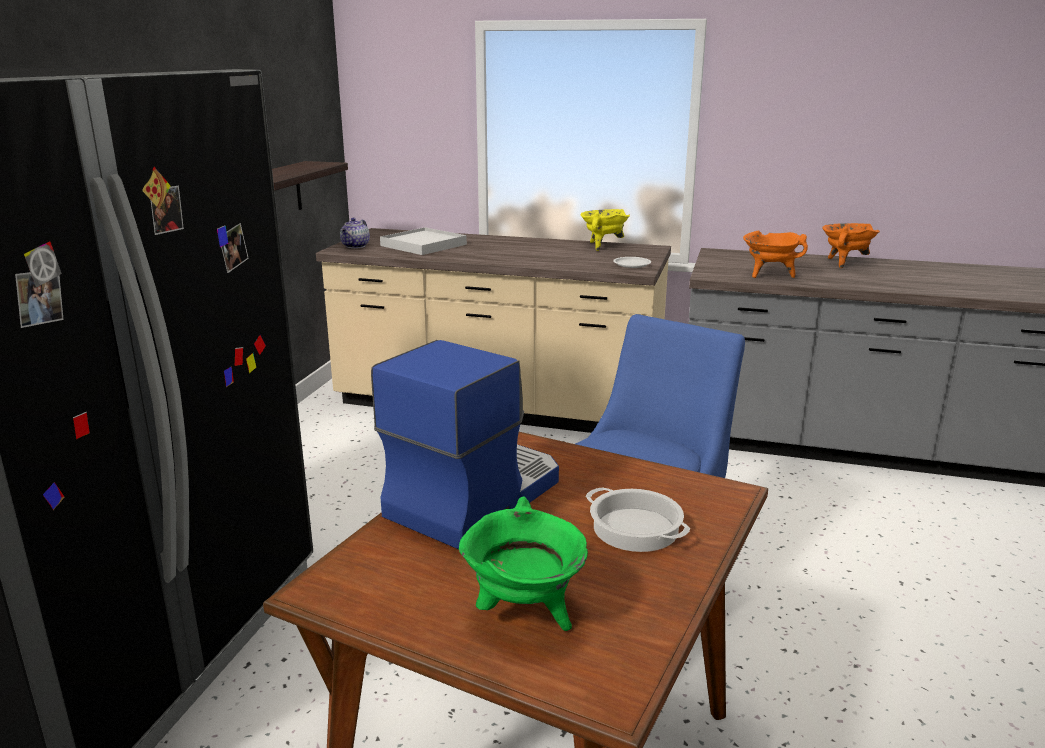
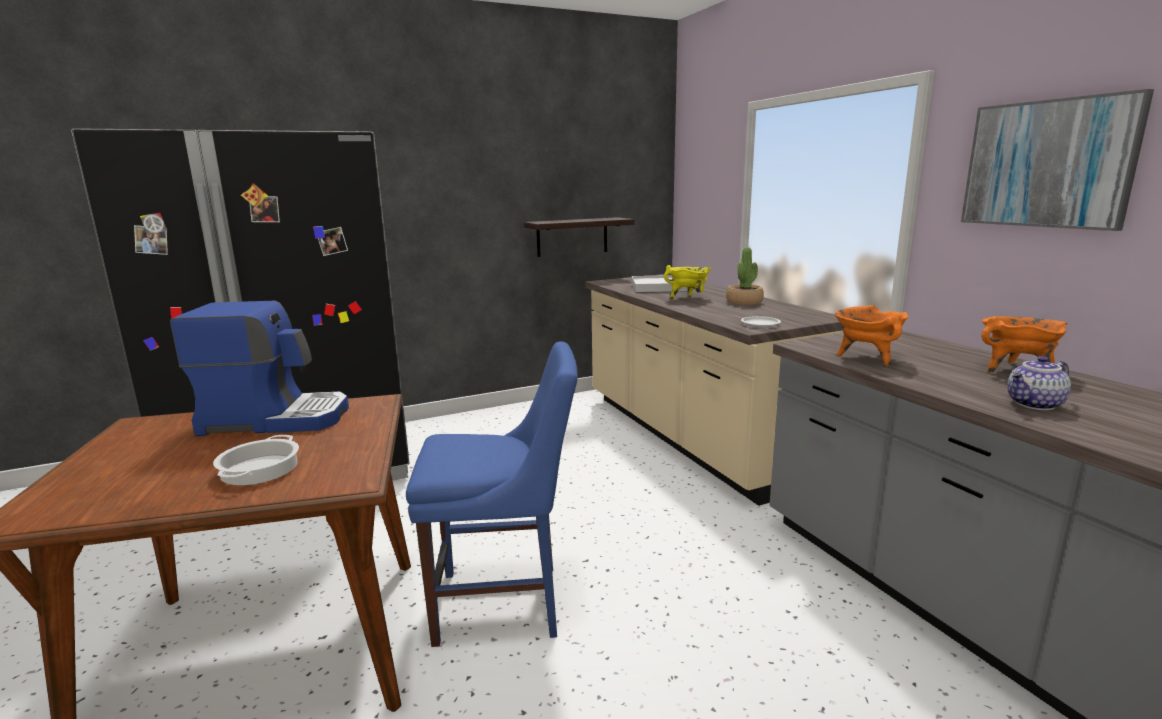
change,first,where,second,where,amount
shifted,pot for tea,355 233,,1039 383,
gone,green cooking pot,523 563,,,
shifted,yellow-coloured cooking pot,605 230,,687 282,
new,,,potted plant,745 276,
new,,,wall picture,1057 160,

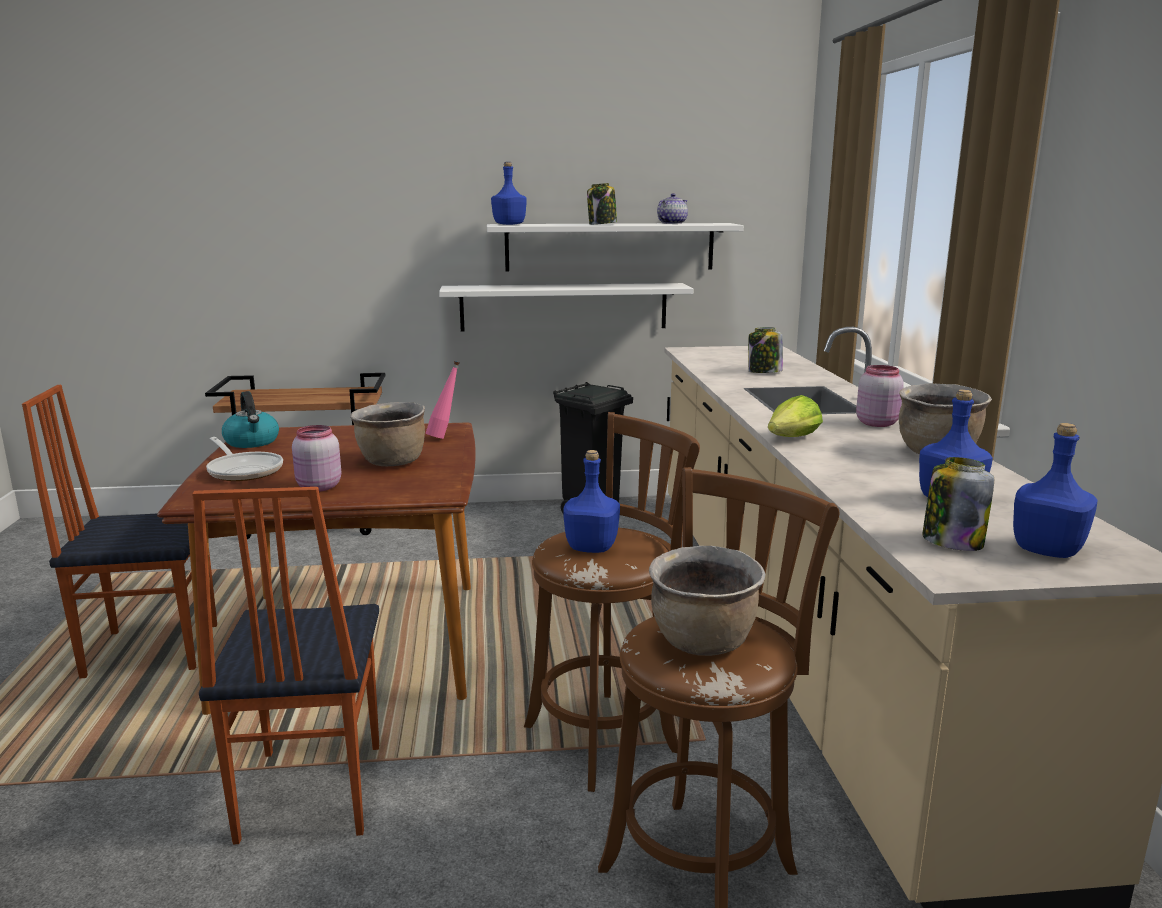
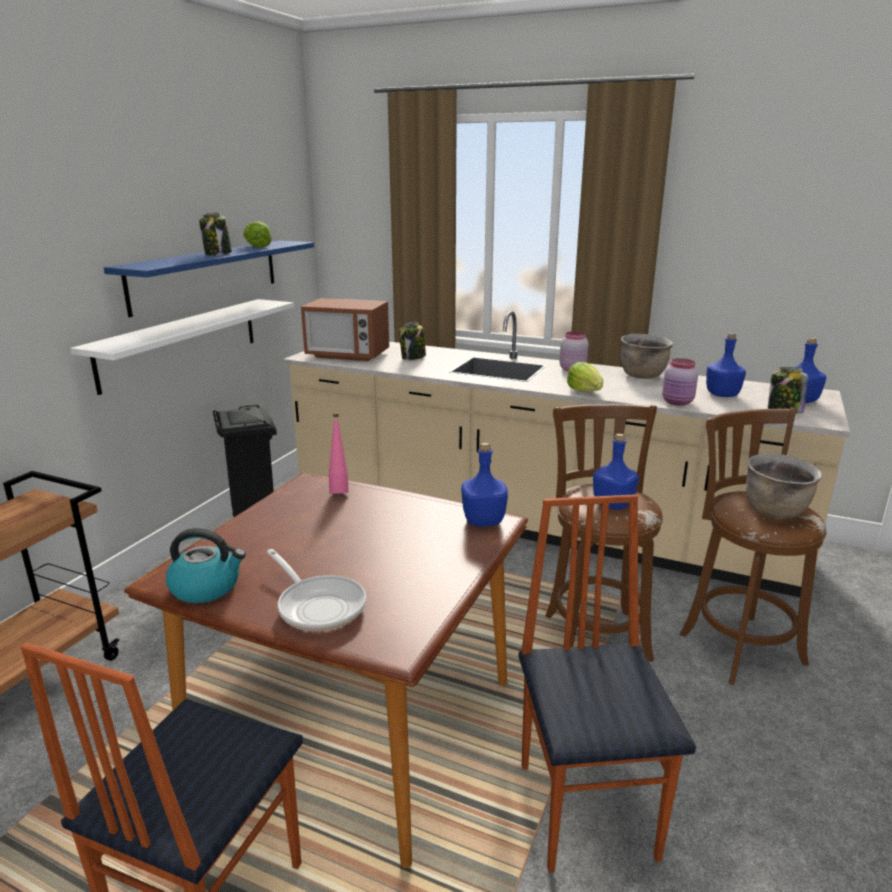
change,first,where,second,where,amount
rotated,plain chair,285 666,,607 683,120 degrees counterclockwise
rotated,frying pan,244 459,,316 590,60 degrees clockwise
shifted,pink jar,316 458,,680 382,
gone,brown-coloured cooking pot,387 434,,,
repainted,white wall shelf,615 247,blue wall shelf,209 279,
shifted,blue bottle,509 193,,484 484,
swapped,pot for tea,672 208,lettuce head,257 234,
new,,,microwave,345 329,

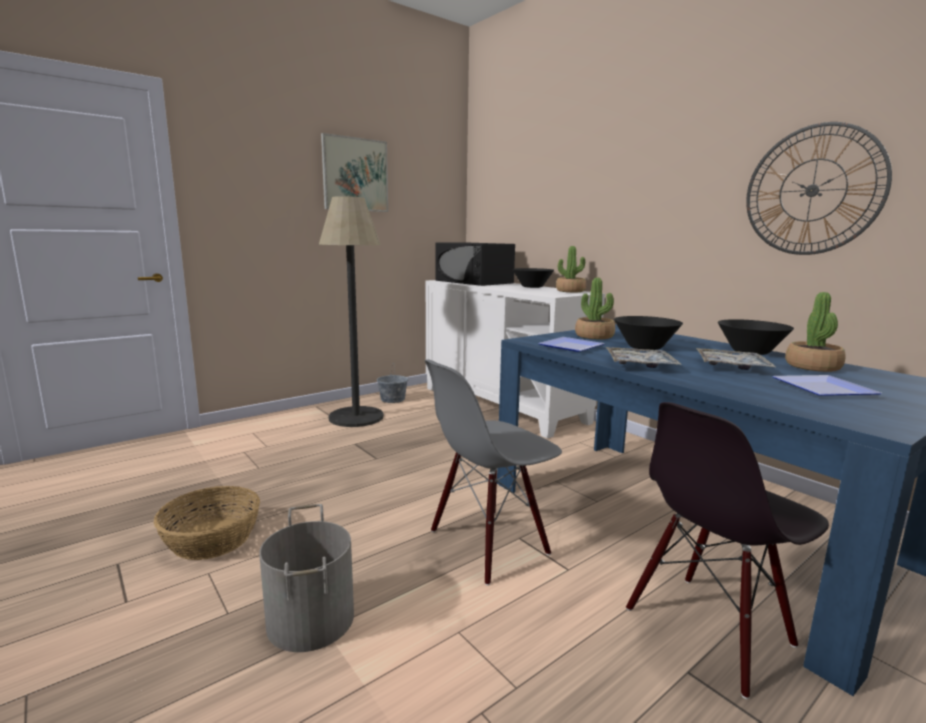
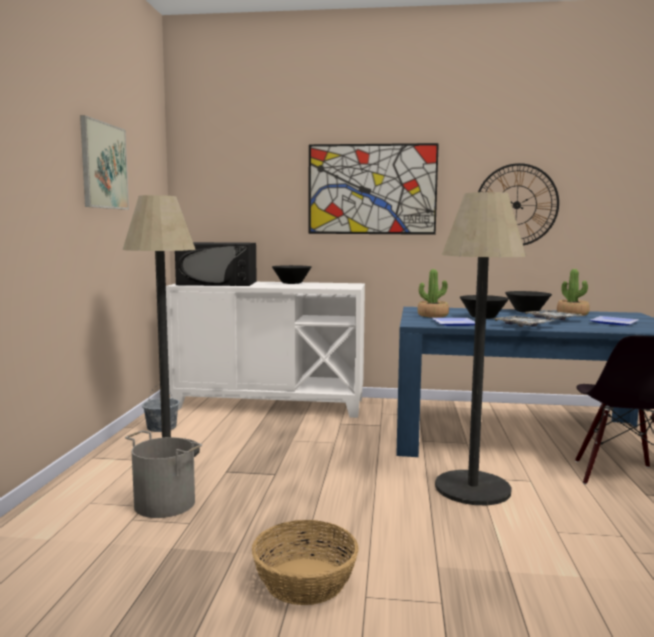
change,first,where,second,where,amount
shifted,gray bucket,306 578,,163 474,
swapped,gray plain chair,493 473,standard lamp,480 348,
gone,potted plant,571 269,,,
new,,,wall picture,374 189,

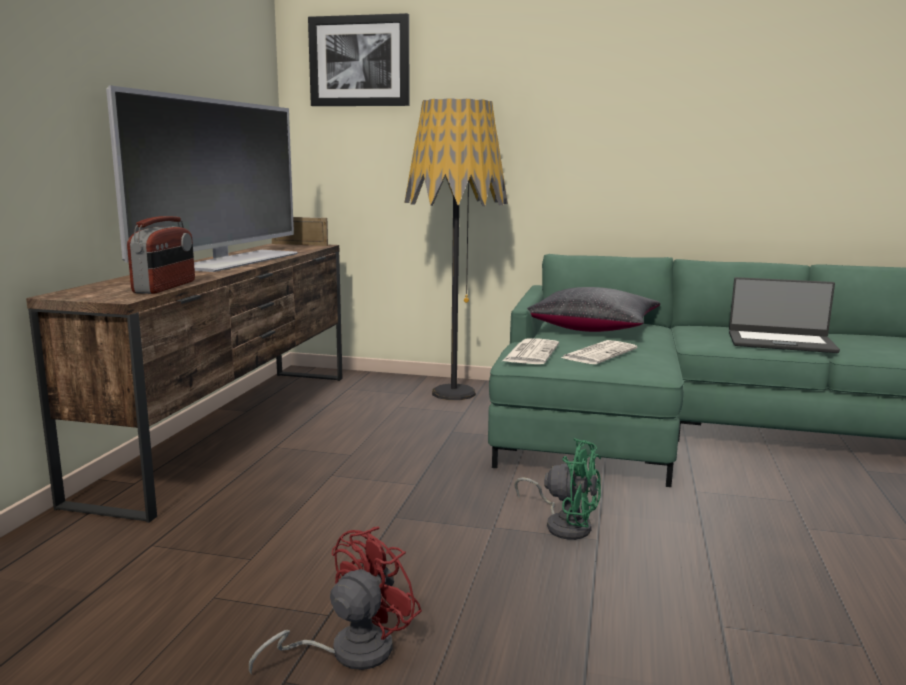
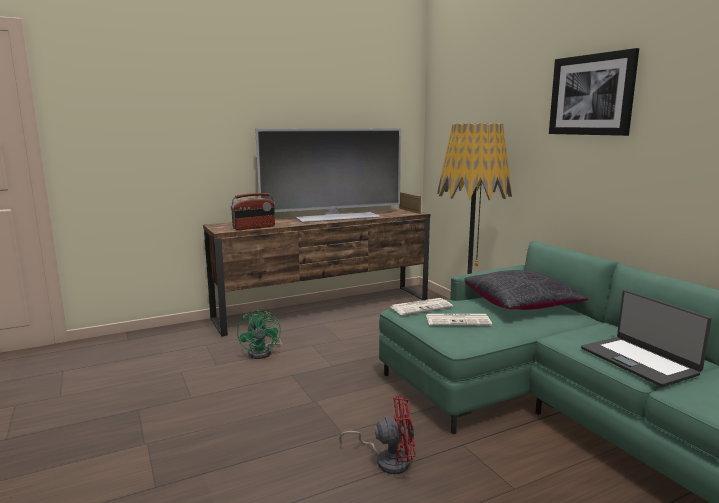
change,first,where,second,where,amount
shifted,red-coloured cooling fan,335 600,,377 435,
shifted,wall picture,358 59,,594 92,
shifted,green cooling fan,557 489,,259 333,

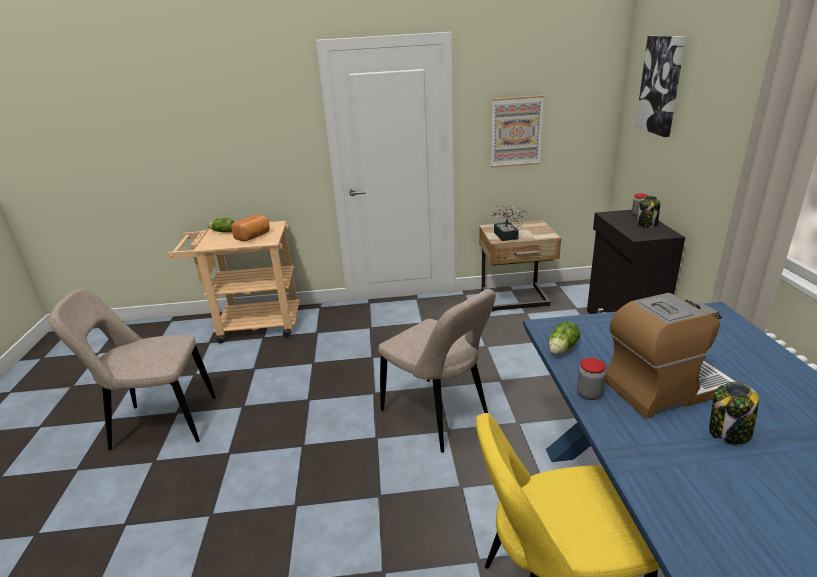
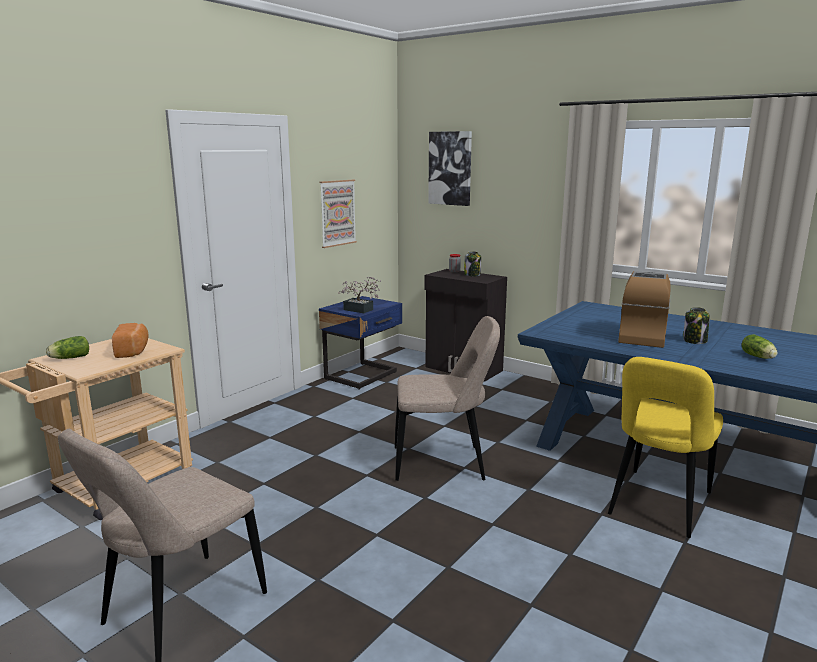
change,first,where,second,where,amount
repainted,beige-coloured night table,520 266,blue night table,360 343,
shifted,lettuce head,565 337,,759 346,
gone,jar,591 379,,,

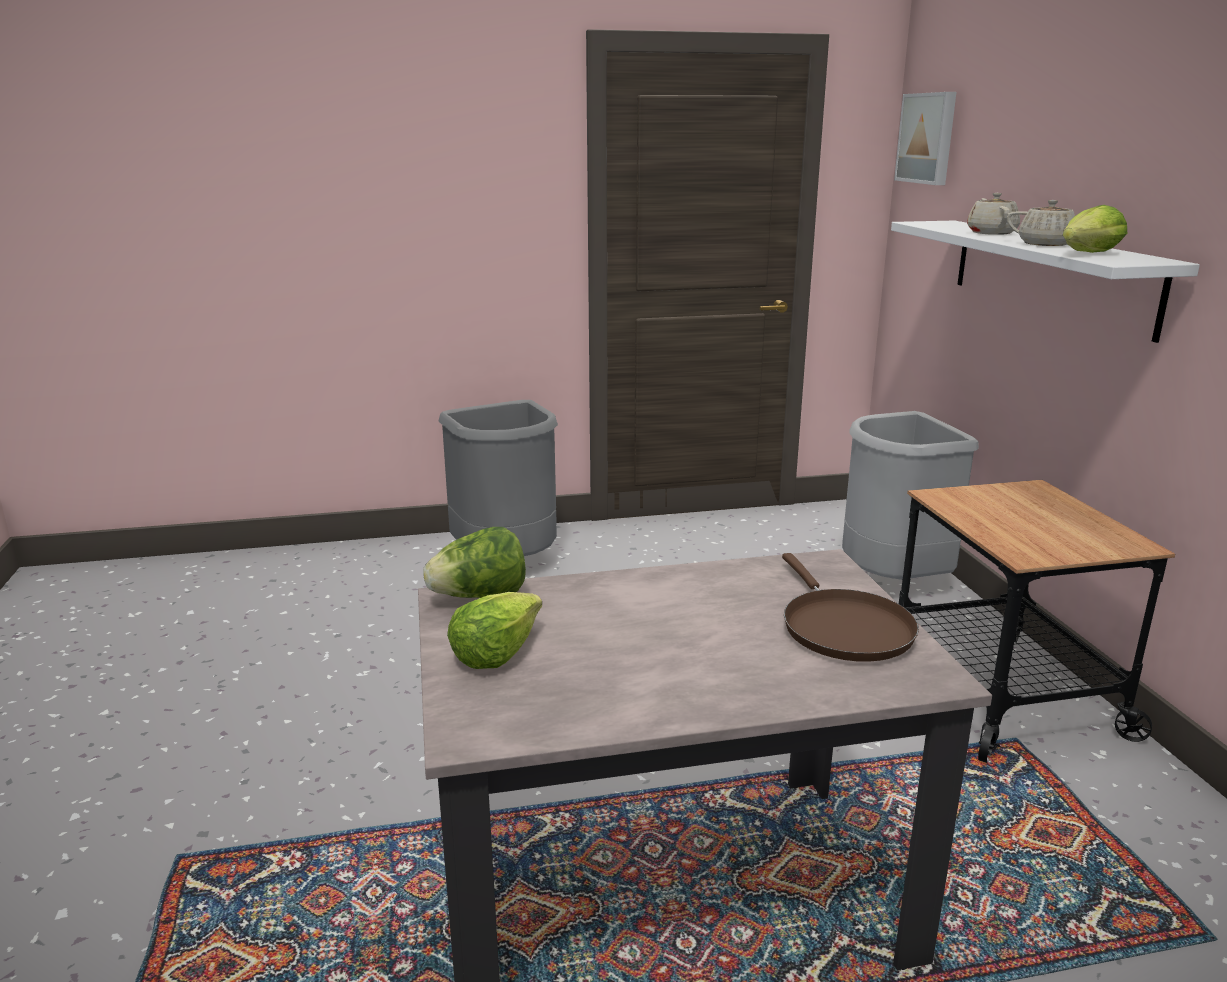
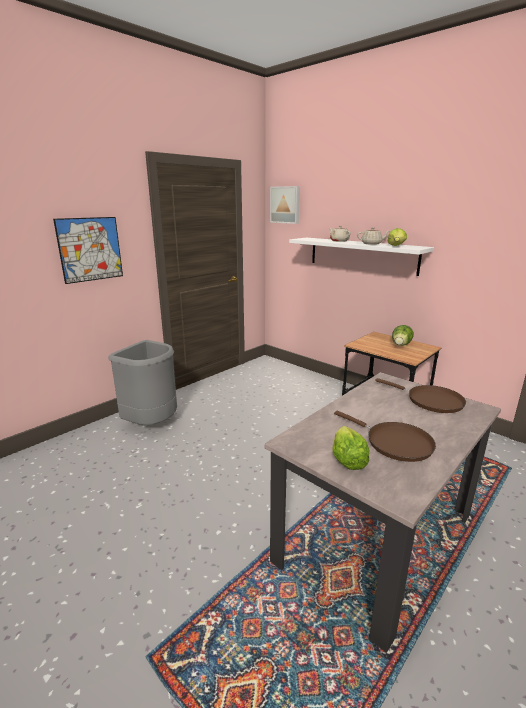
change,first,where,second,where,amount
shifted,lettuce head,474 562,,403 335,
gone,gray rubbish bin,910 495,,,
new,,,wall picture,88 250,
new,,,brown-coloured frying pan,385 436,

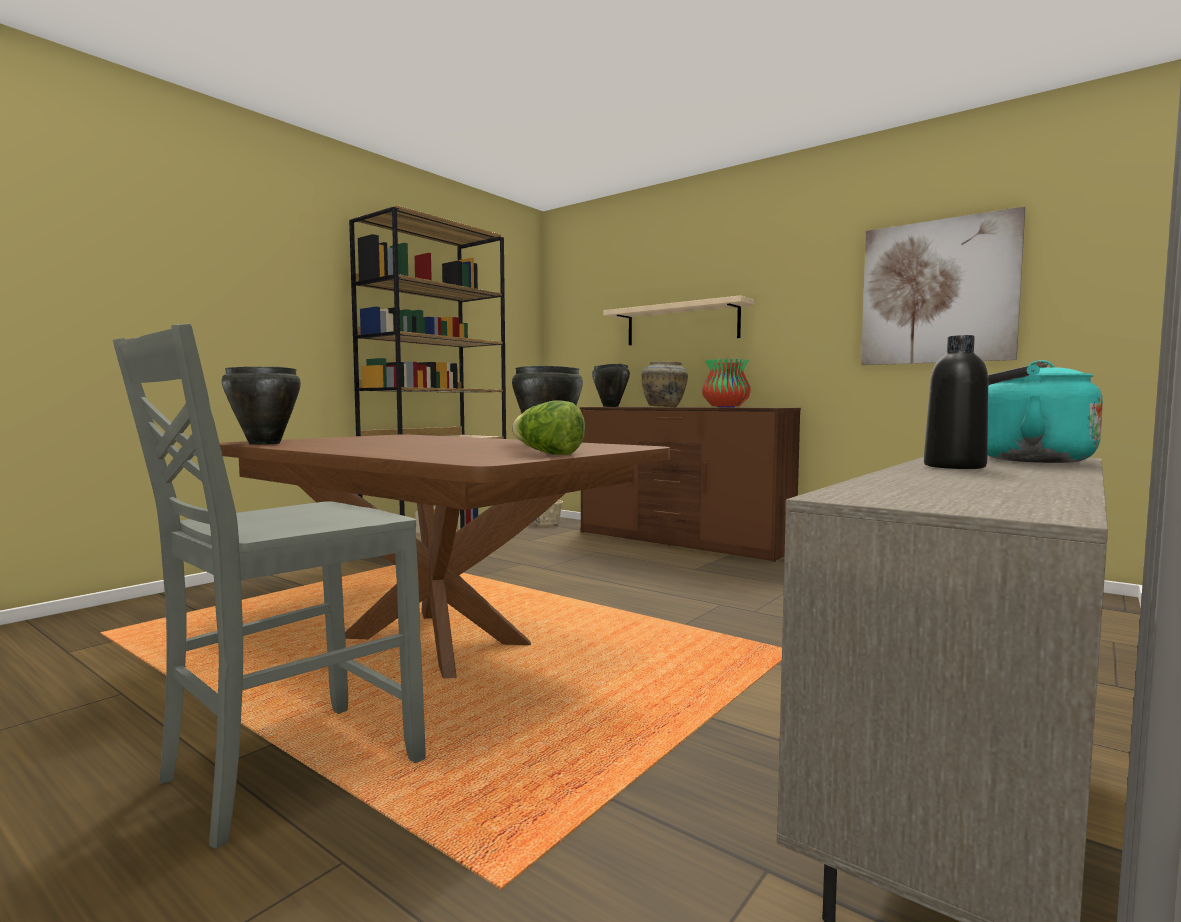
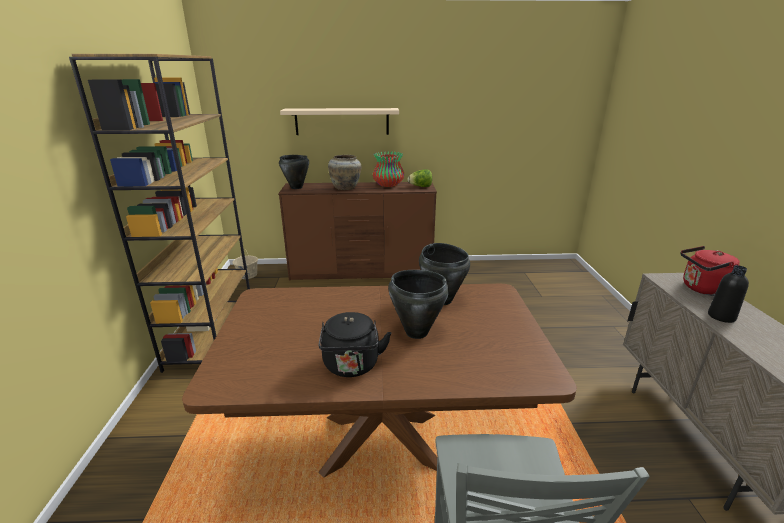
change,first,where,second,where,amount
shifted,blackish cooking pot,261 405,,418 304,
shifted,lettuce head,548 428,,420 178,
gone,wall picture,943 285,,,
repainted,turquoise kettle,1045 411,red-coloured kettle,710 271,
new,,,blackish kettle,355 344,

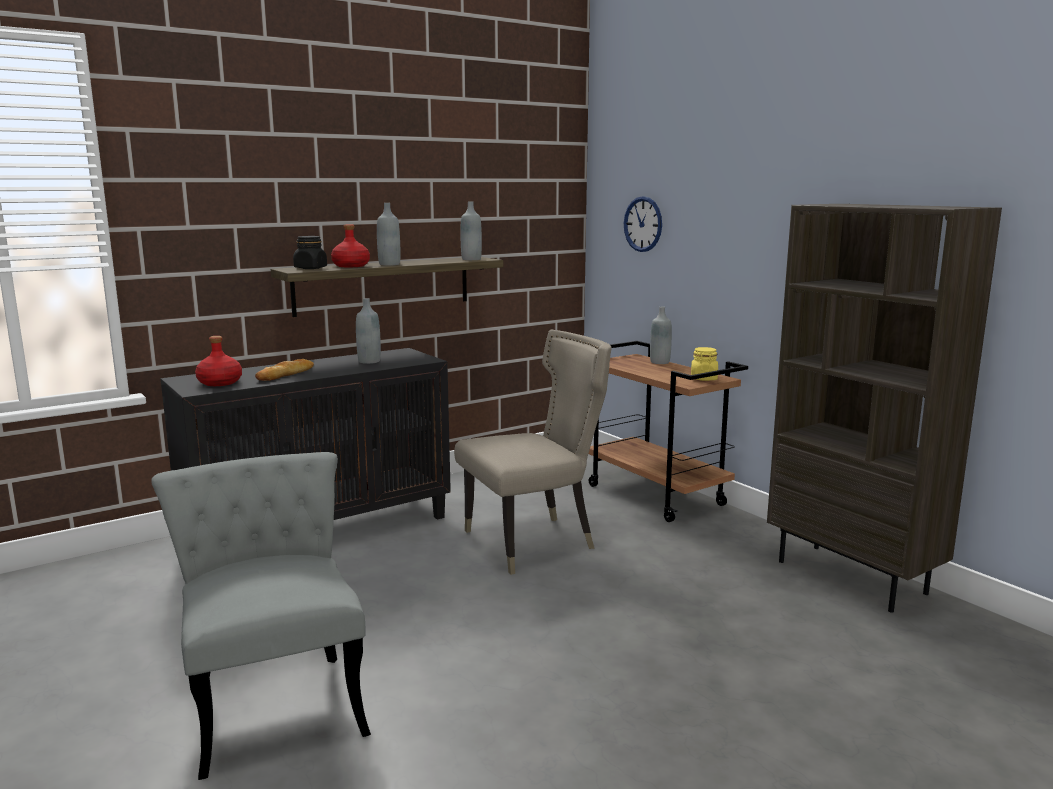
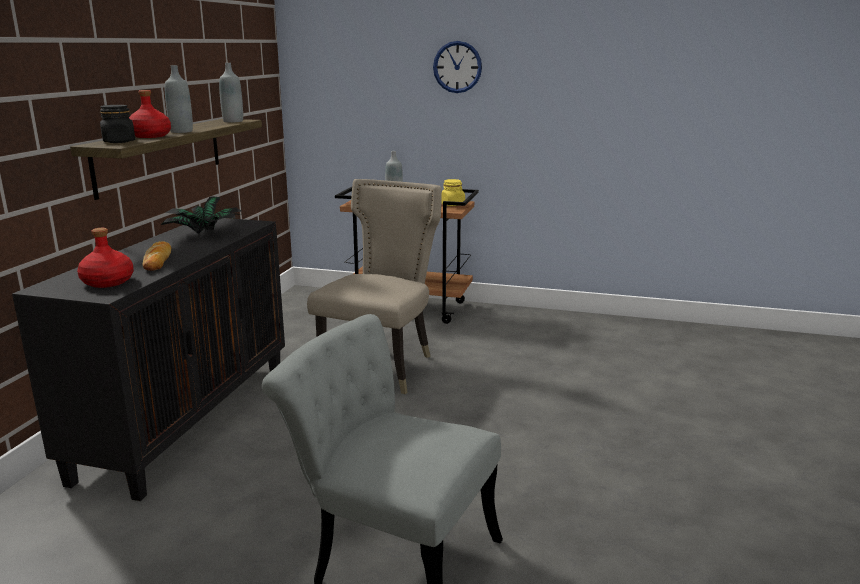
change,first,where,second,where,amount
swapped,gray bottle,368 331,potted plant,201 215,
shifted,wall clock,643 224,,457 67,
gone,brown-coloured shelving unit,884 408,,,

